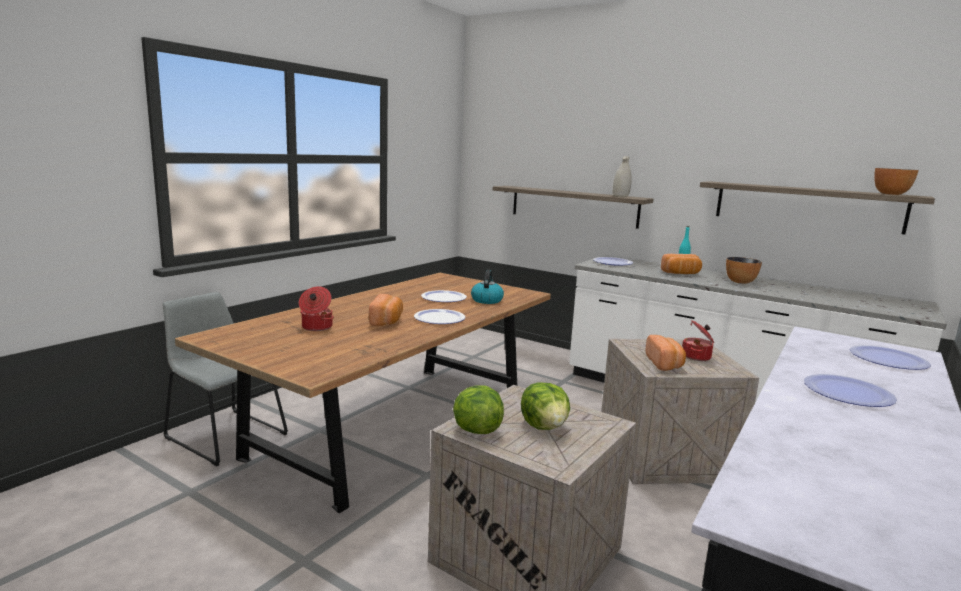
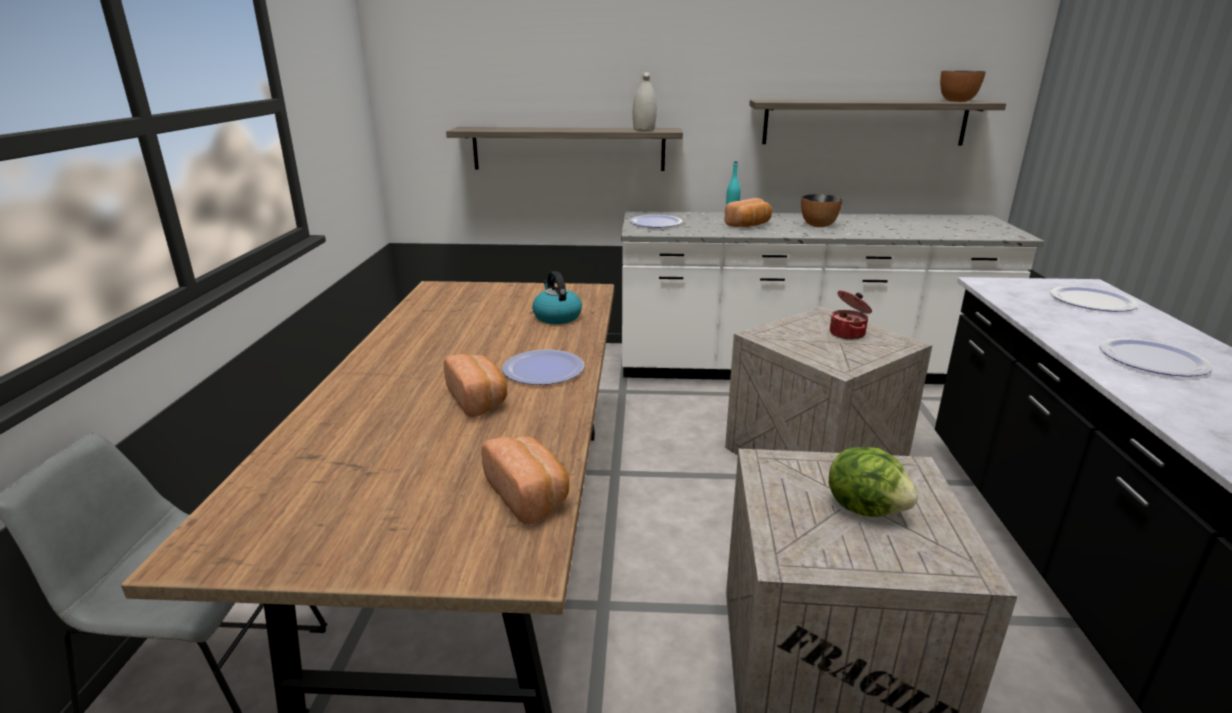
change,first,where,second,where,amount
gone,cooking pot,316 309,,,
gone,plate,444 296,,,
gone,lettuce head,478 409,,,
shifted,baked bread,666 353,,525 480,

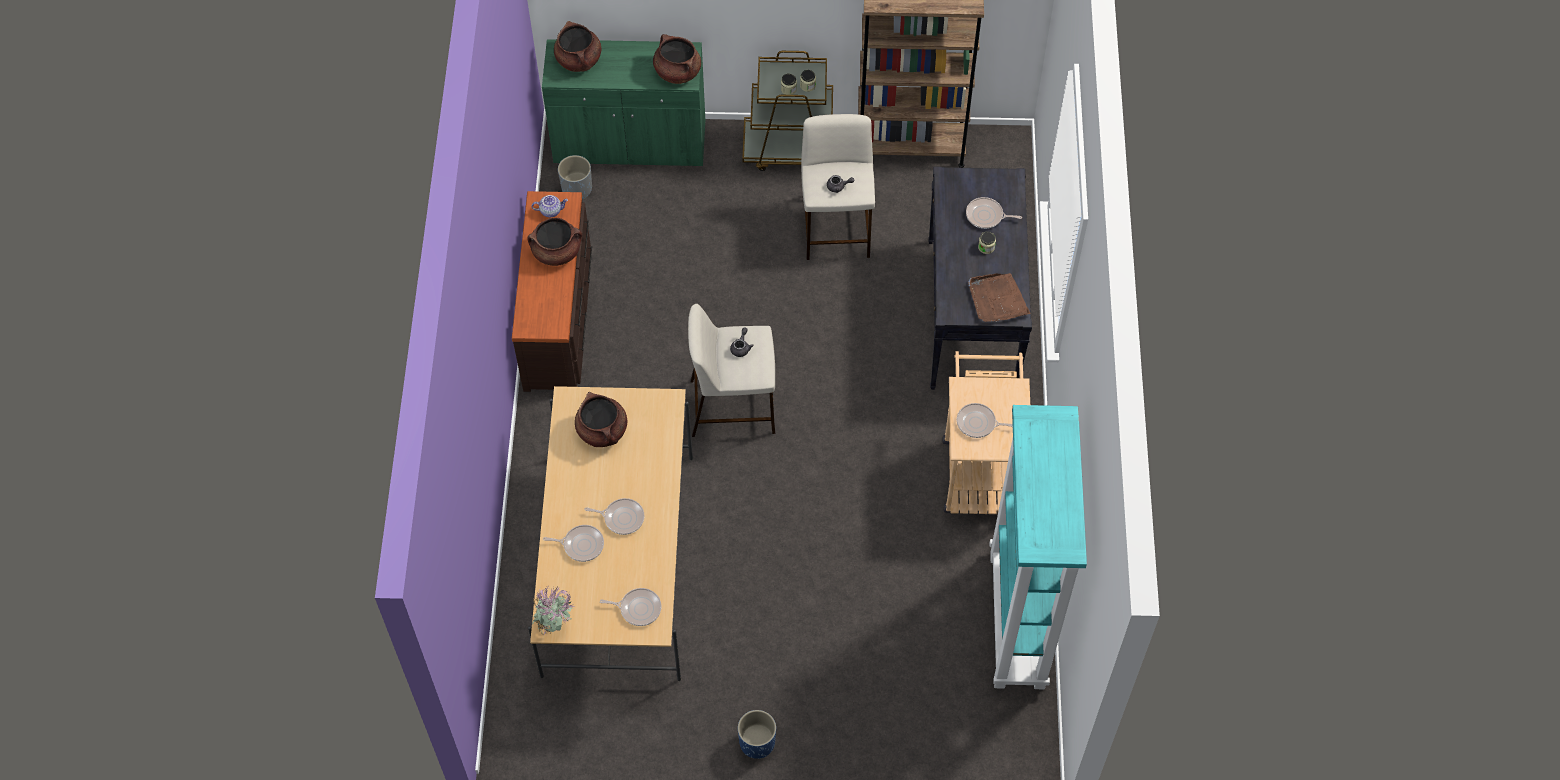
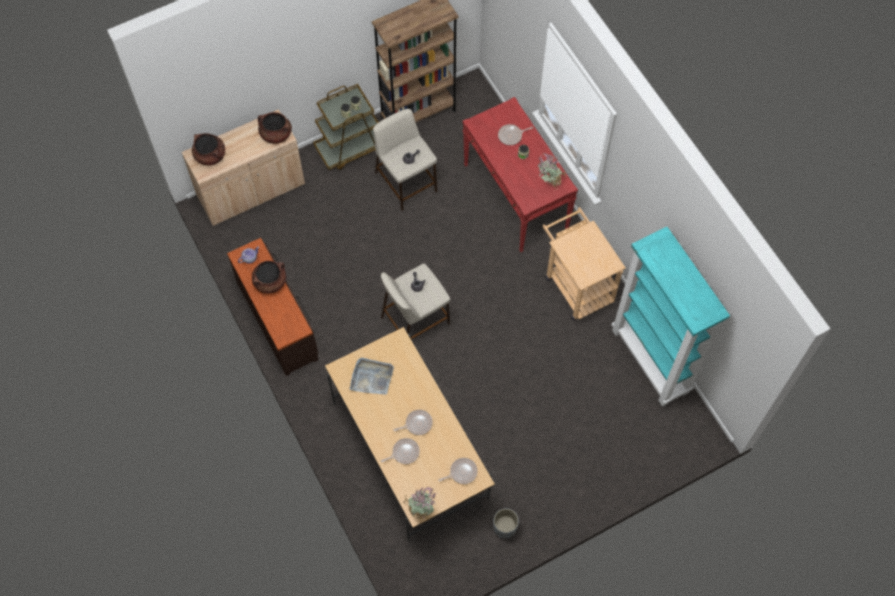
change,first,where,second,where,amount
repainted,green storage cabinet,624 102,beige-coloured storage cabinet,243 167,
shifted,gray plant pot,575 177,,506 524,
swapped,brown-coloured cooking pot,601 419,gray serving tray,372 376,
gone,blue plant pot,757 734,,,
repainted,blackish hall table,980 278,red-coloured hall table,520 174,
gone,frying pan,985 420,,,
swapped,brown-coloured serving tray,999 297,potted plant,551 171,

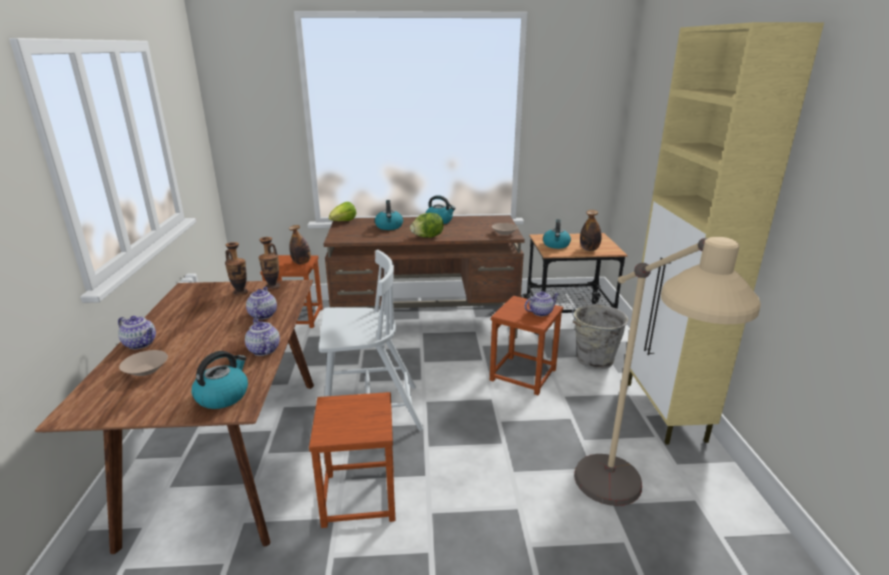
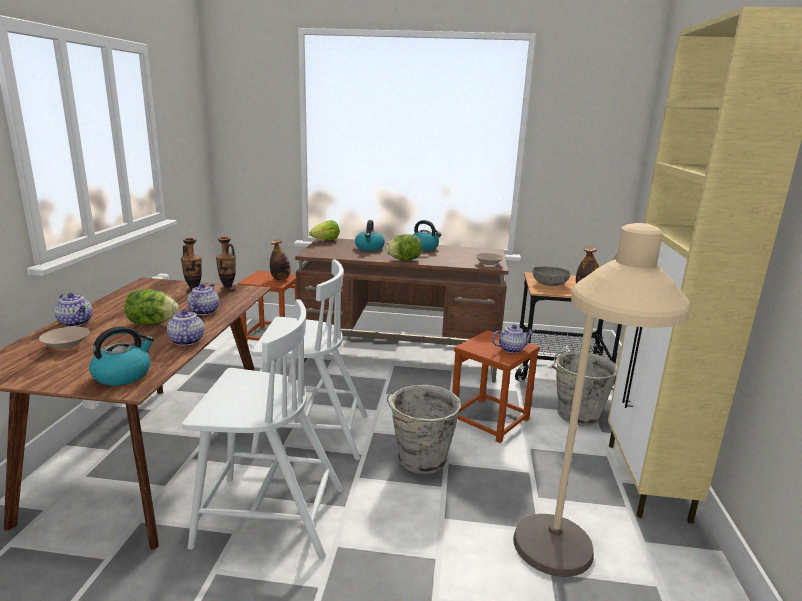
change,first,where,second,where,amount
swapped,brown-coloured stool,352 460,white plain chair,262 429,
swapped,kettle,557 234,gray bowl,551 276,
new,,,lettuce head,152 307,
new,,,gray bucket,424 429,

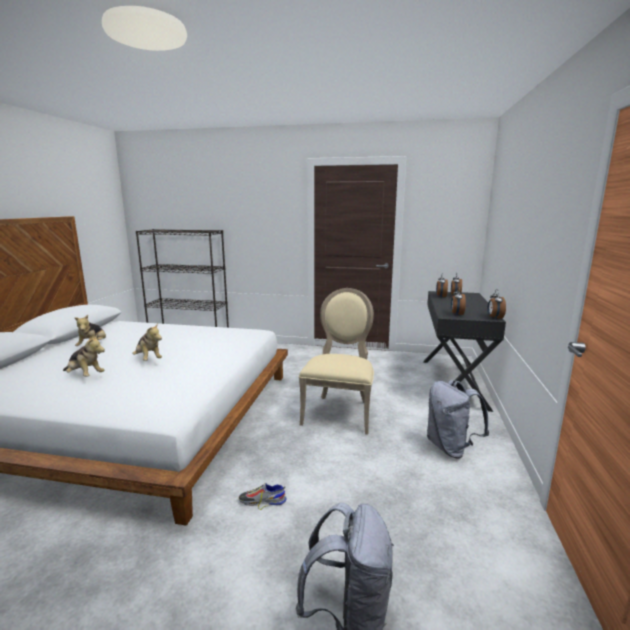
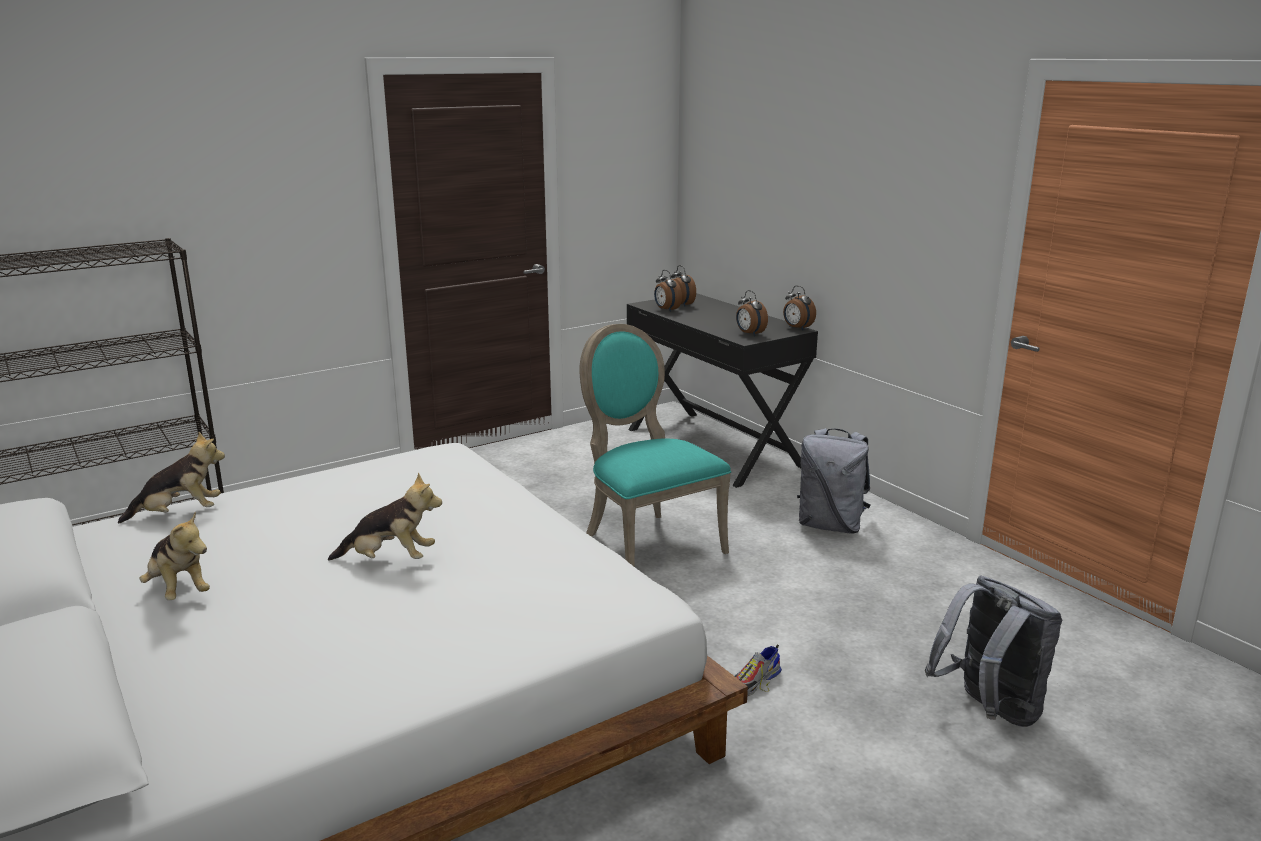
change,first,where,second,where,amount
shifted,cuddly toy,84 355,,171 478,
repainted,beige-coloured plain chair,336 361,turquoise plain chair,655 445,

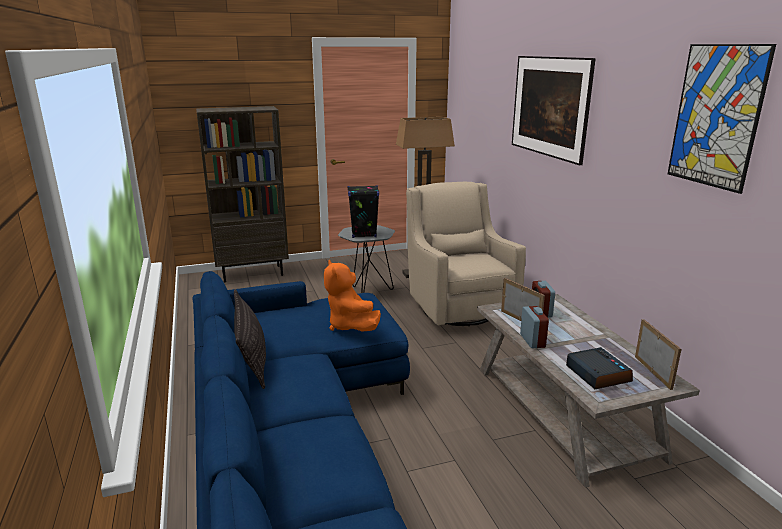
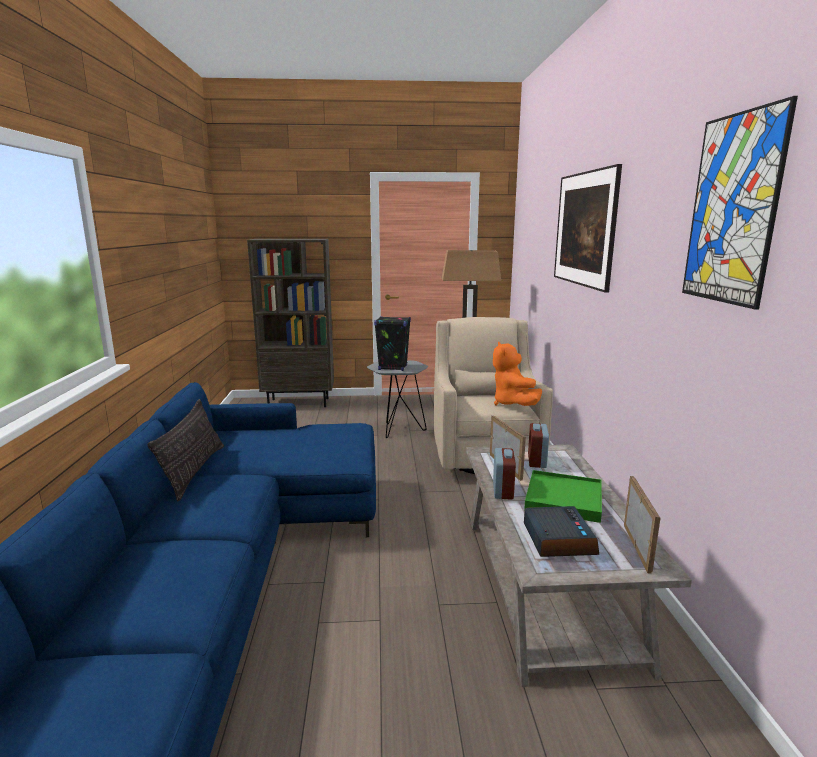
change,first,where,second,where,amount
shifted,orange-coloured cuddly toy,352 296,,517 374,
new,,,green serving tray,563 496,

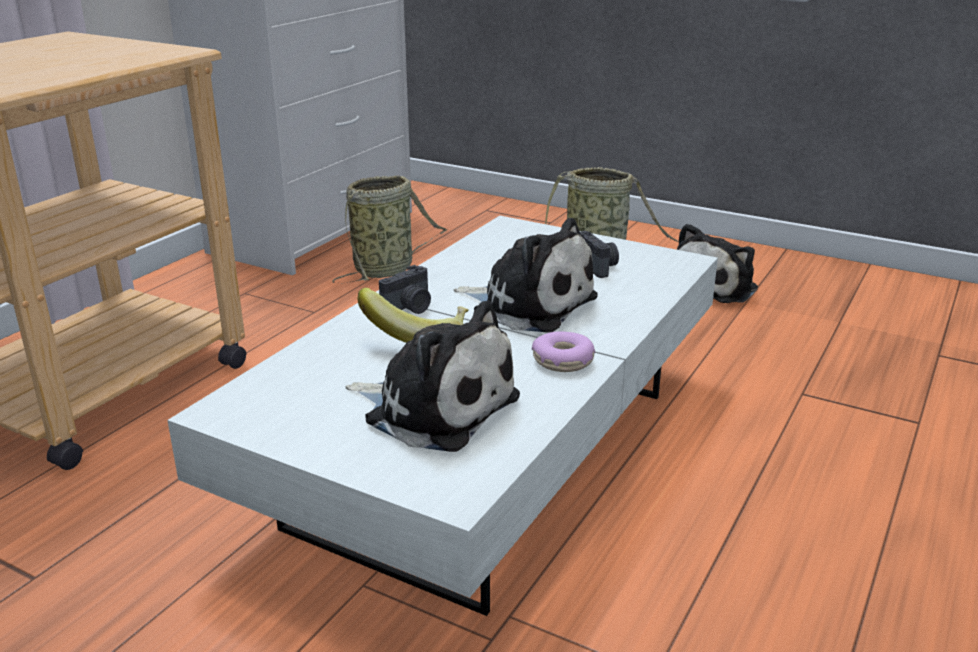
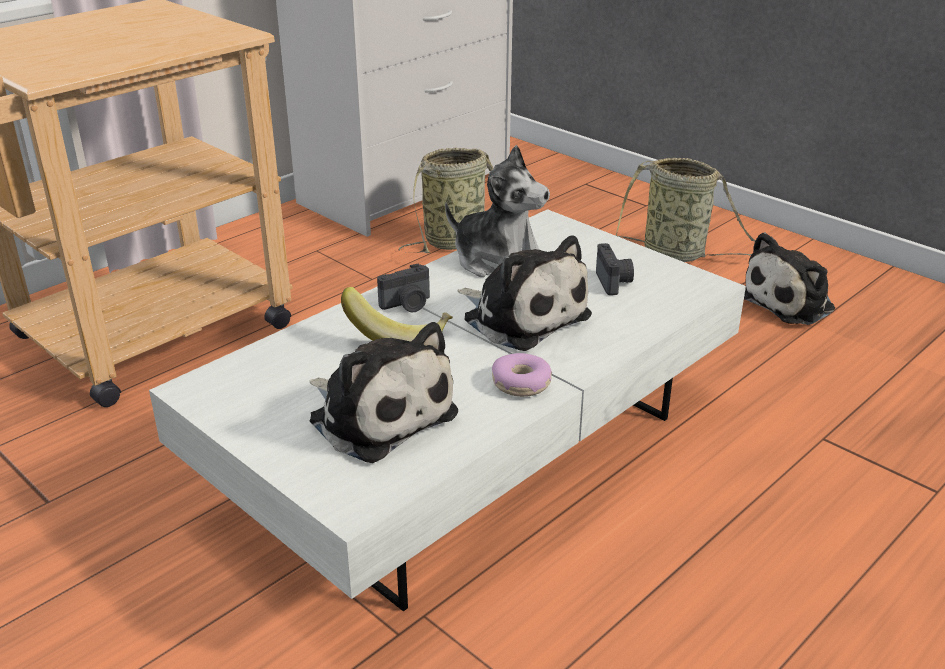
change,first,where,second,where,amount
new,,,cuddly toy,497 211,

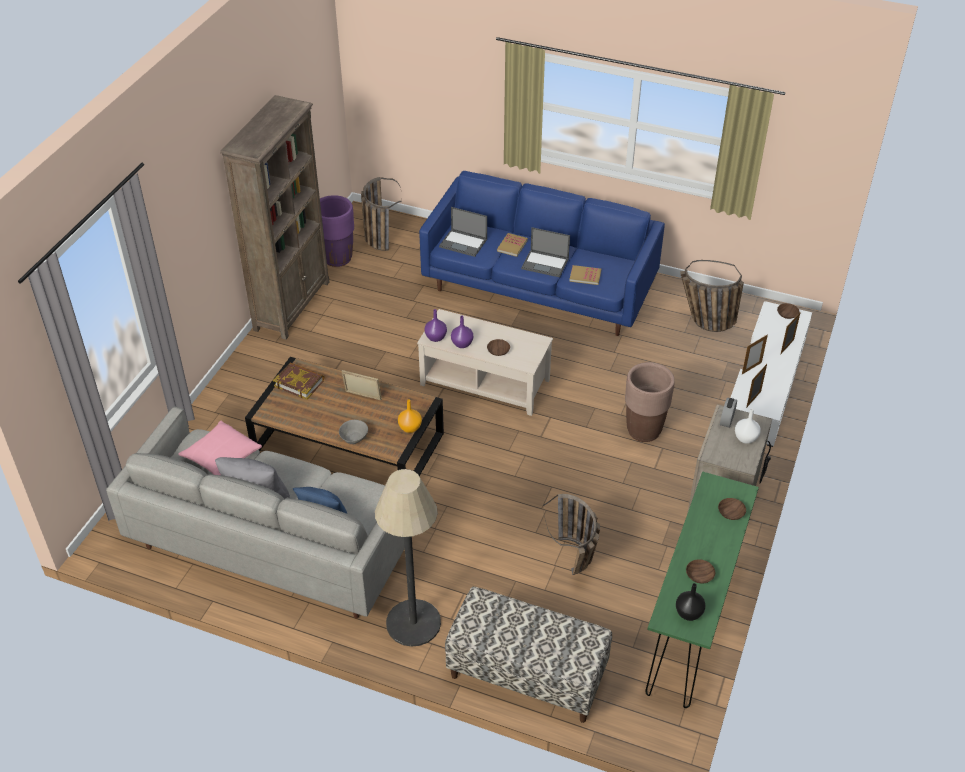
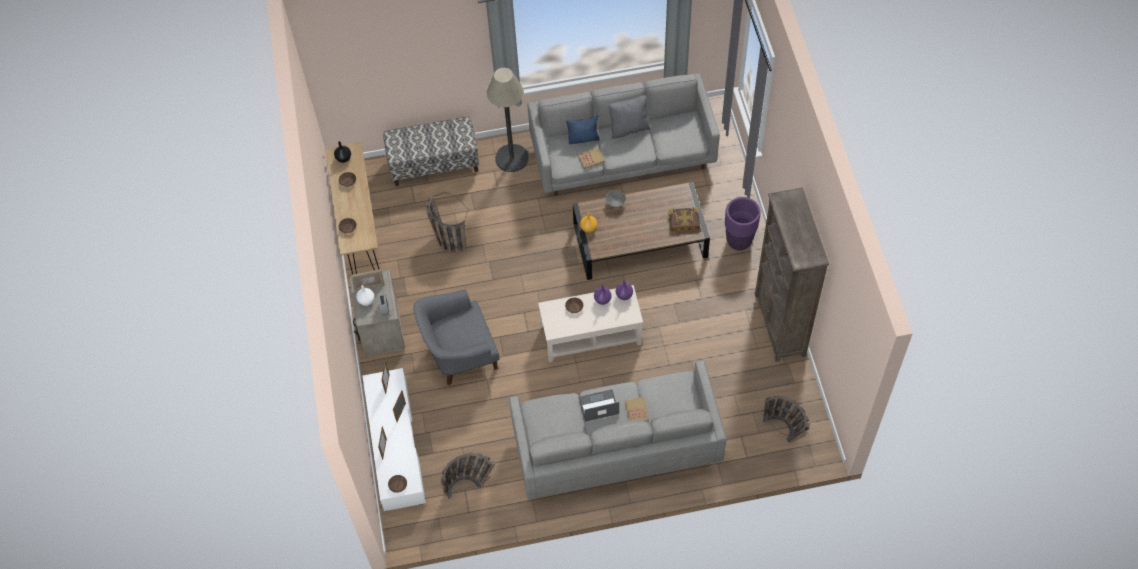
change,first,where,second,where,amount
gone,pink pillow,220 447,,,
shifted,purplish plant pot,337 231,,743 224,
shifted,standing frame,362 385,,367 279,
repainted,blue settee,542 253,gray settee,617 429,
gone,laptop,463 232,,,
shifted,volume,585 275,,591 158,
swapped,brown-coloured plant pot,650 402,gray easy chair,456 337,
repainted,green hall table,702 590,brown-coloured hall table,352 208,

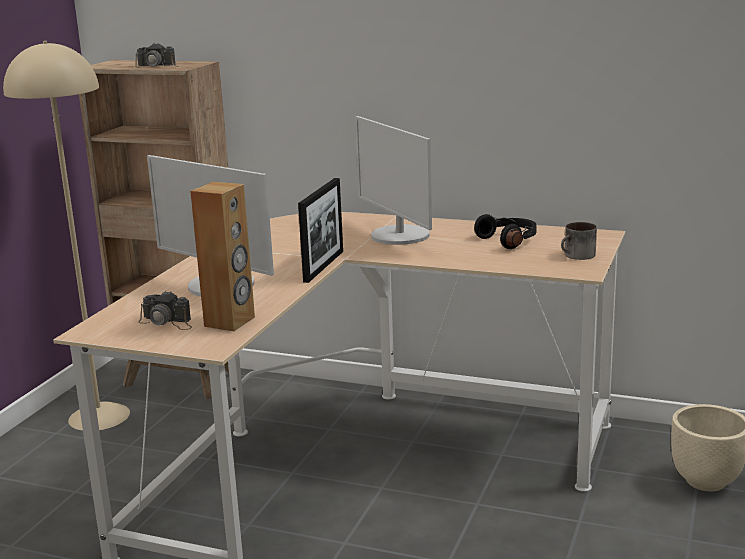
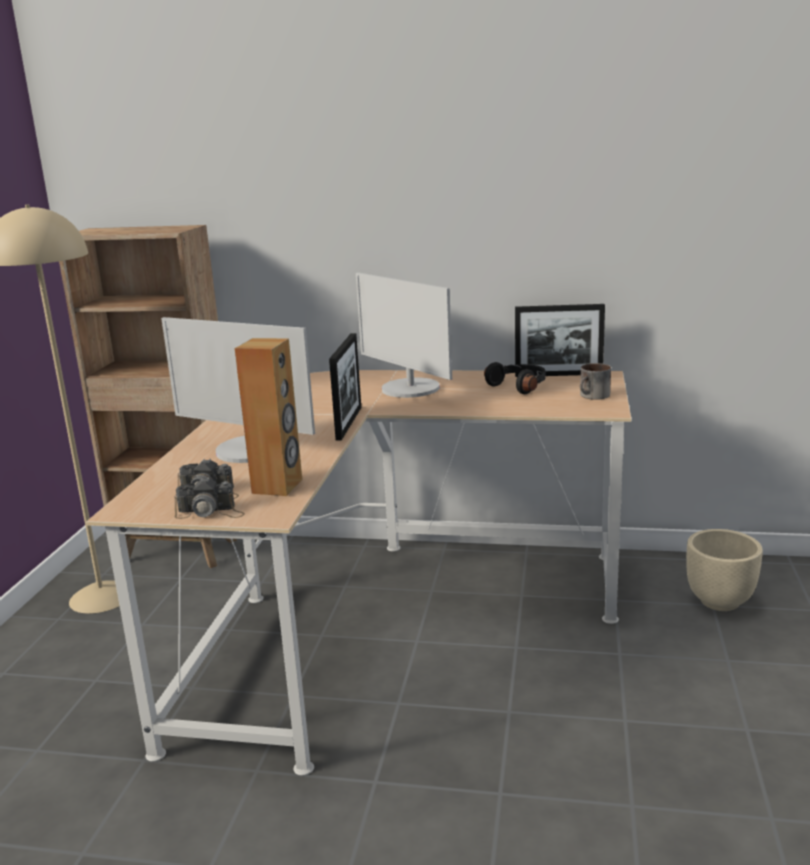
change,first,where,second,where,amount
shifted,still camera,157 55,,209 498,
new,,,standing frame,560 340,

